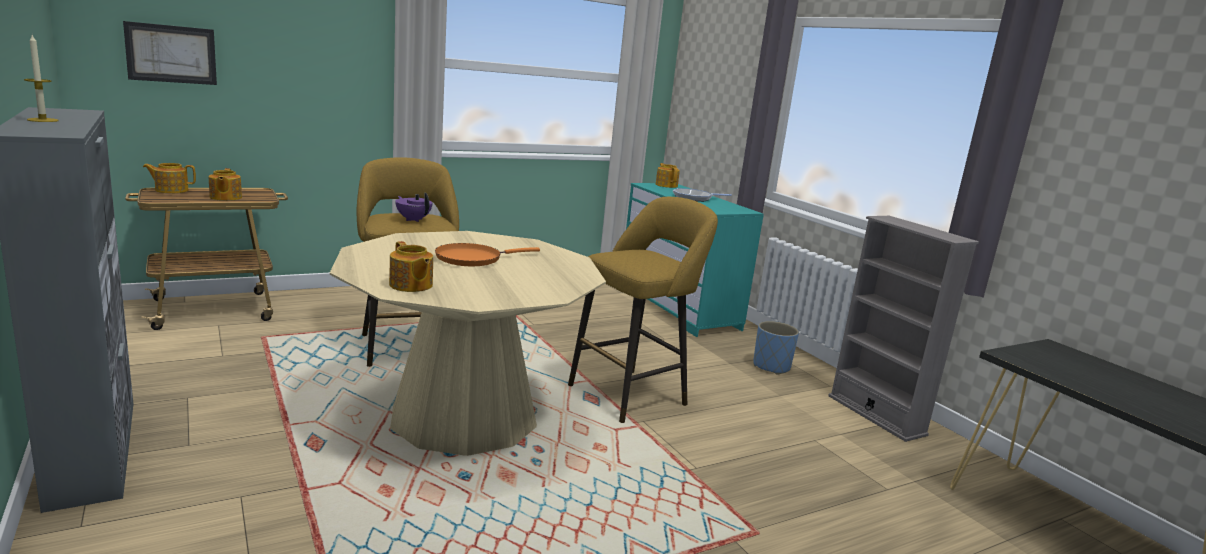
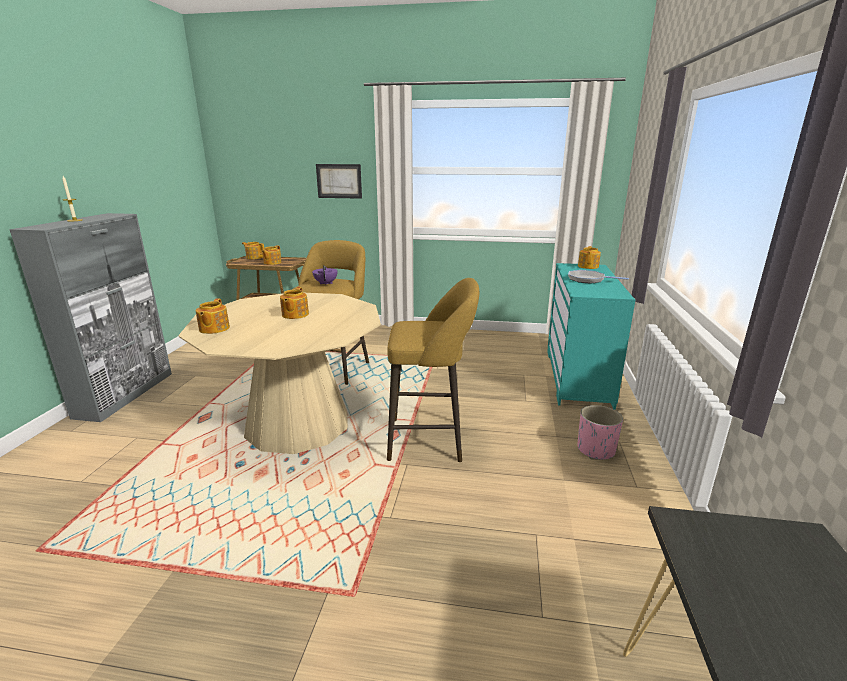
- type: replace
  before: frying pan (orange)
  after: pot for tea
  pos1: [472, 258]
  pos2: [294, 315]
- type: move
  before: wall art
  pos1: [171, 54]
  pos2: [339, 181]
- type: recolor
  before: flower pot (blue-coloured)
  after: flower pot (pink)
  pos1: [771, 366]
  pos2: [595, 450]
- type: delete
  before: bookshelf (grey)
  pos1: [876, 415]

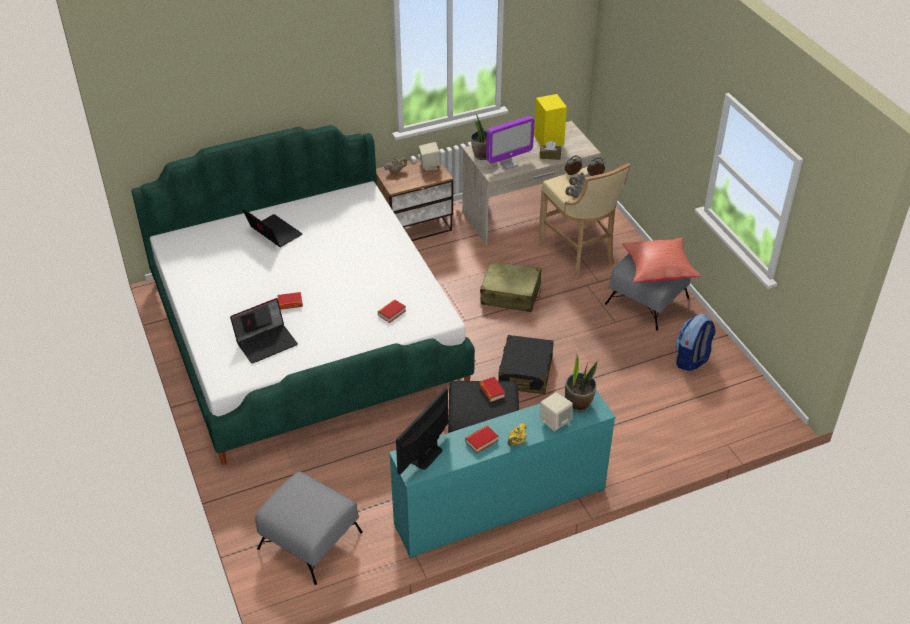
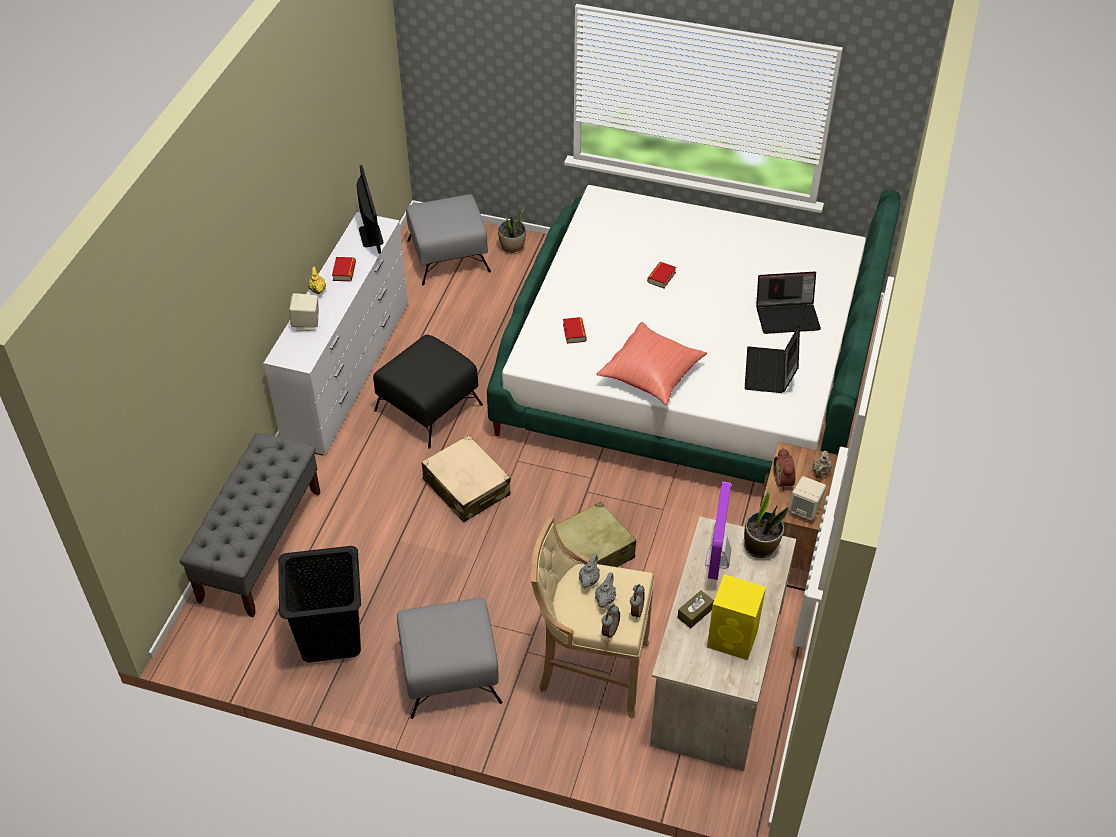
- type: insert
  after: indoor bench (grey)
  pos2: [260, 545]
- type: recolor
  before: dresser (blue-green)
  after: dresser (white)
  pos1: [500, 506]
  pos2: [348, 371]
- type: replace
  before: rucksack
  after: washing basket (black-coloured)
  pos1: [691, 359]
  pos2: [330, 636]
- type: recolor
  before: piece of luggage (black-coloured)
  after: piece of luggage (sand-coloured)
  pos1: [525, 373]
  pos2: [466, 487]
- type: move
  before: houseplant
  pos1: [578, 403]
  pos2: [512, 248]
- type: move
  before: cushion (red)
  pos1: [658, 269]
  pos2: [652, 375]
- type: move
  before: laptop
  pos1: [266, 342]
  pos2: [770, 372]
- type: insert
  after: bedside clock
  pos2: [784, 480]
- type: delete
  before: bound book
  pos1: [491, 391]

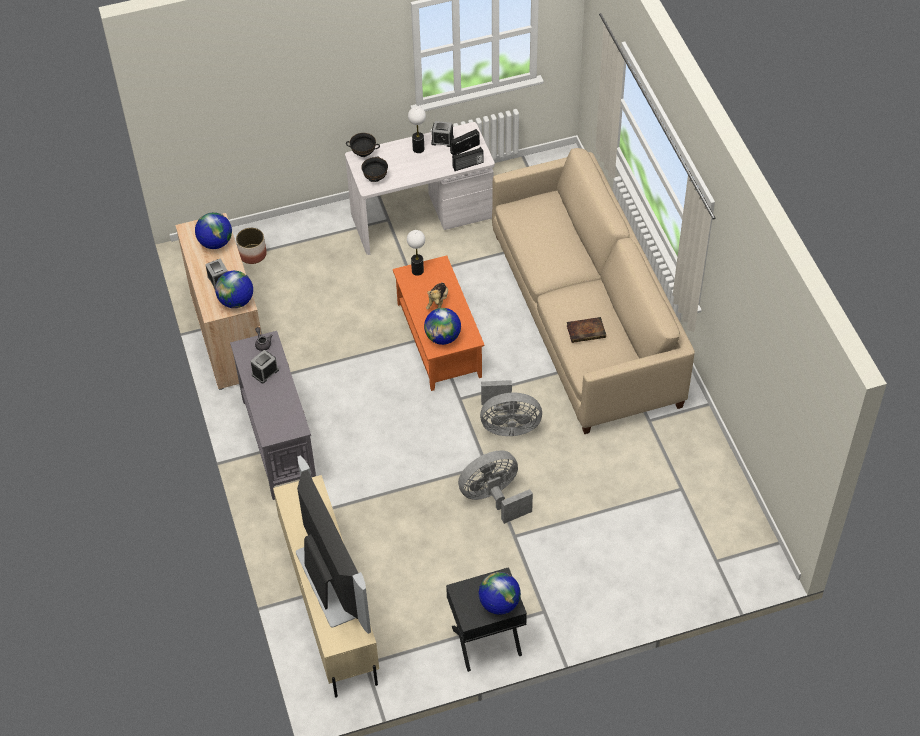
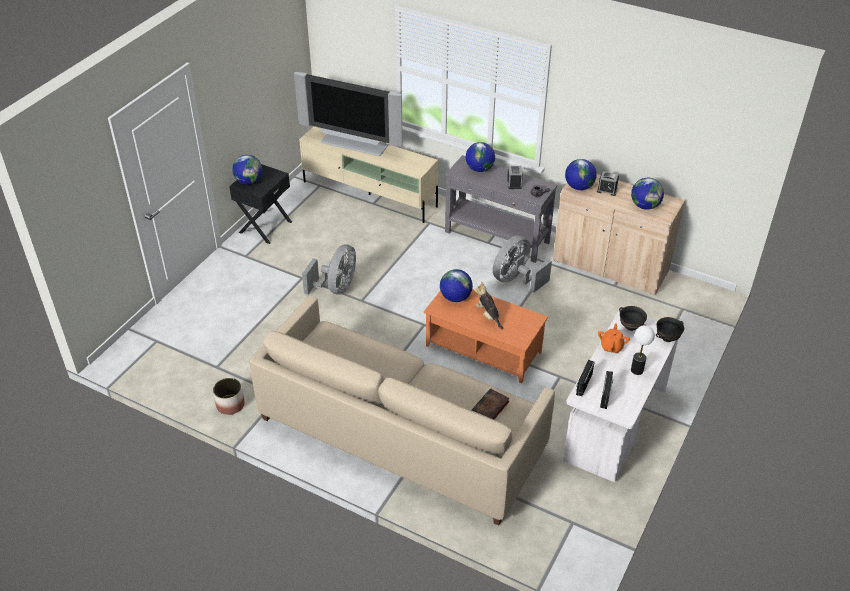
- type: move
  before: flower pot
  pos1: [253, 254]
  pos2: [230, 405]
- type: insert
  after: world globe
  pos2: [479, 169]
- type: move
  before: bound book
  pos1: [587, 331]
  pos2: [489, 408]
- type: move
  before: electric fan (grey)
  pos1: [508, 426]
  pos2: [516, 280]
- type: insert
  after: pot for tea (orange)
  pos2: [611, 347]
- type: delete
  before: lamp for a table
  pos1: [417, 271]
- type: delete
  before: bedside clock
  pos1: [442, 140]

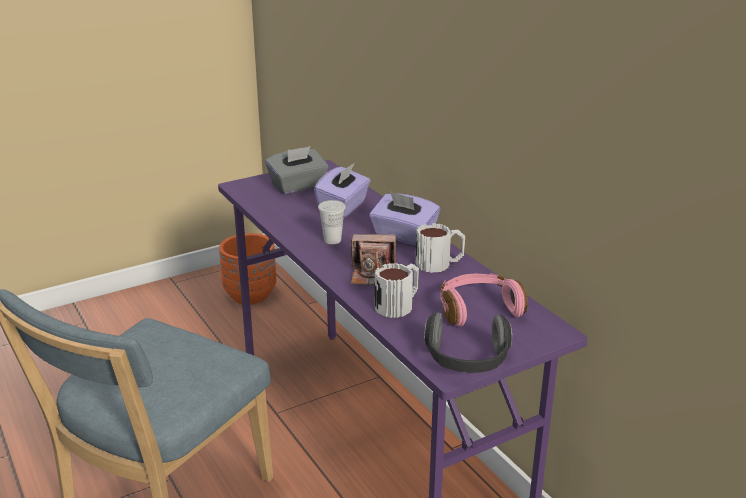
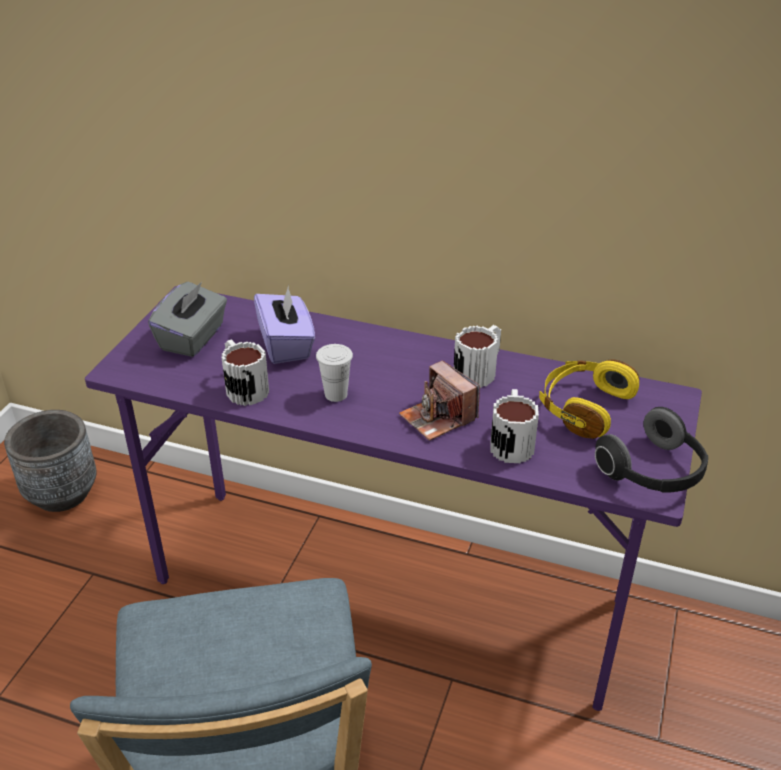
- type: recolor
  before: flower pot (orange)
  after: flower pot (grey)
  pos1: [250, 295]
  pos2: [62, 493]
- type: insert
  after: coffee mug
  pos2: [243, 387]
- type: rotate
  before: still camera
  pos1: [373, 275]
  pos2: [438, 418]
  turn: 90
- type: recolor
  before: pair of headphones (pink)
  after: pair of headphones (yellowish)
  pos1: [478, 309]
  pos2: [583, 407]
- type: delete
  before: tissue holder (purple-coloured)
  pos1: [403, 236]

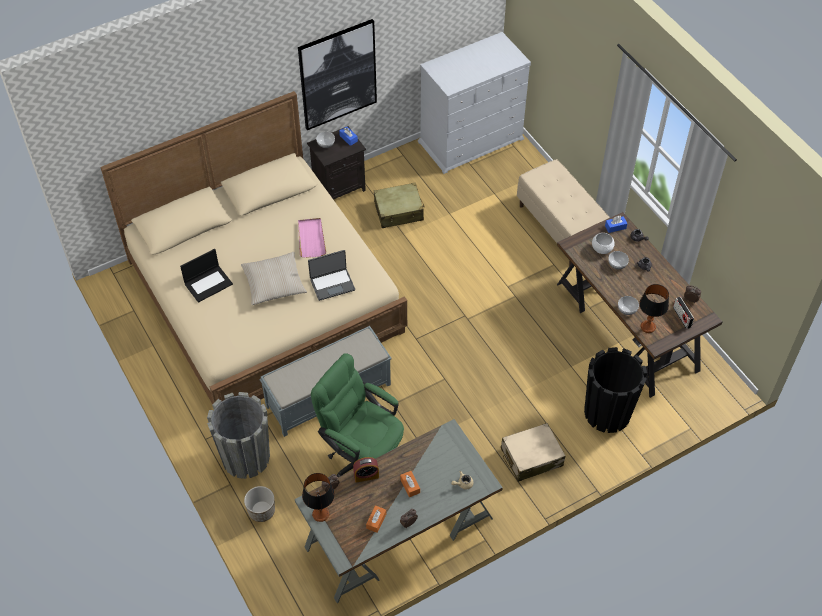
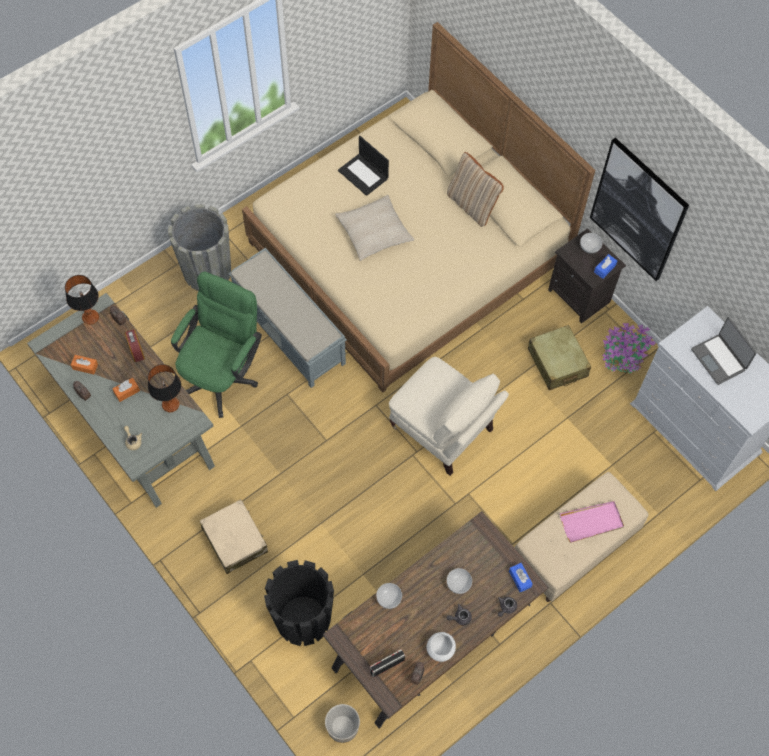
- type: move
  before: lamp for a table
  pos1: [648, 327]
  pos2: [170, 404]
- type: move
  before: flower pot
  pos1: [261, 511]
  pos2: [342, 727]
- type: insert
  after: armchair (sand-coloured)
  pos2: [443, 430]
- type: move
  before: deep dish (white)
  pos1: [601, 249]
  pos2: [440, 649]
- type: insert
  after: cushion (sand-coloured)
  pos2: [472, 205]
- type: move
  before: serving tray (pink)
  pos1: [311, 239]
  pos2: [591, 522]
- type: insert
  after: houseplant
  pos2: [623, 356]
- type: move
  before: laptop
  pos1: [332, 284]
  pos2: [719, 359]

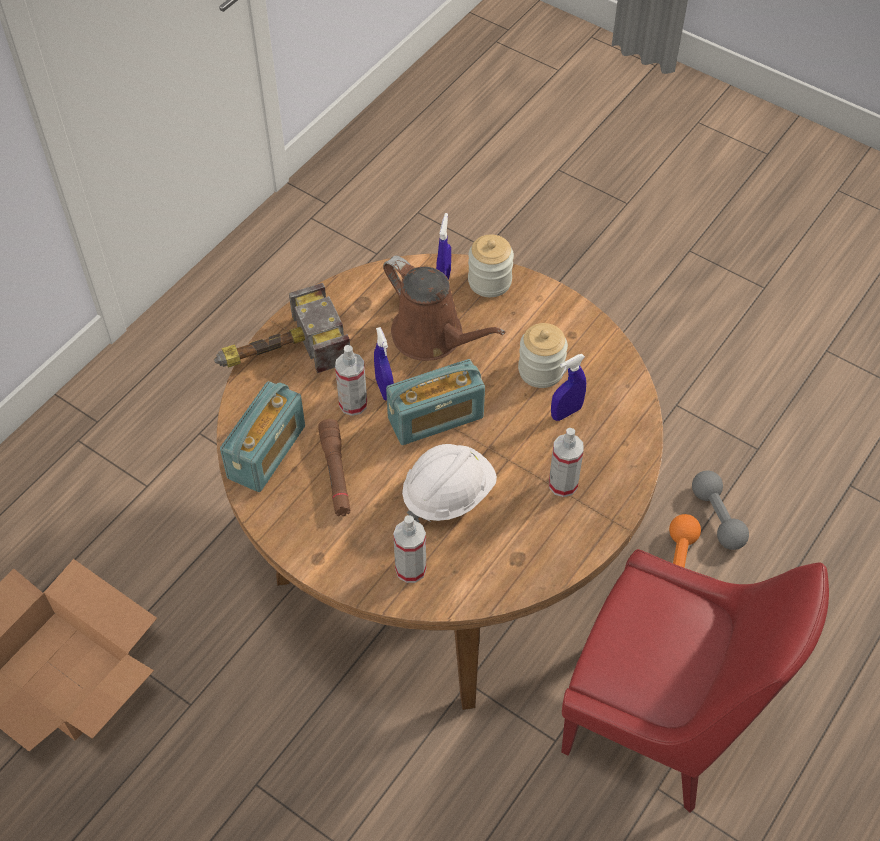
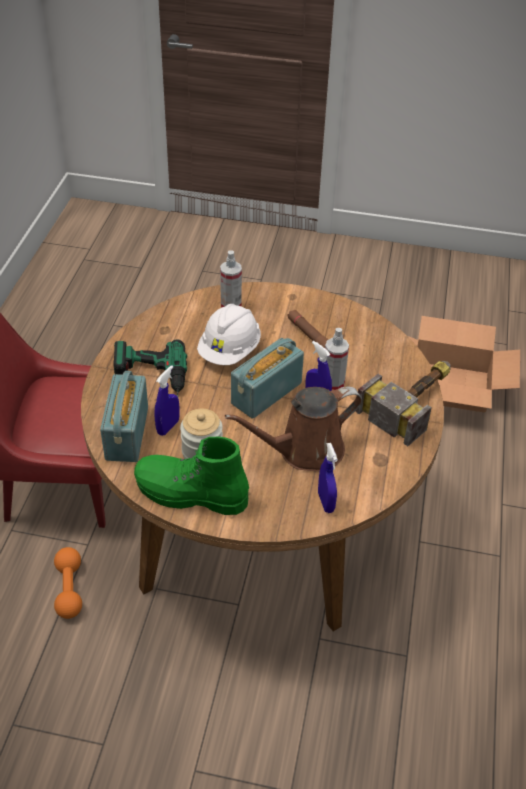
- type: move
  before: radio set
  pos1: [267, 452]
  pos2: [126, 433]
- type: replace
  before: spray bottle
  after: drill
  pos1: [563, 484]
  pos2: [151, 379]
- type: insert
  after: boot (green-coloured)
  pos2: [190, 494]
- type: rotate
  before: sprinkling can (brownish)
  pos1: [433, 337]
  pos2: [304, 450]
  turn: -45
- type: delete
  before: storage jar
  pos1: [489, 281]
- type: delete
  before: hand weight (grey)
  pos1: [717, 517]

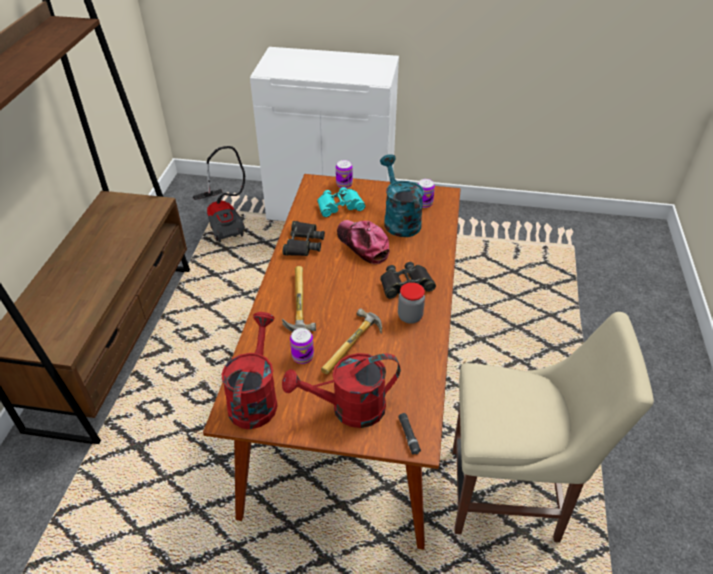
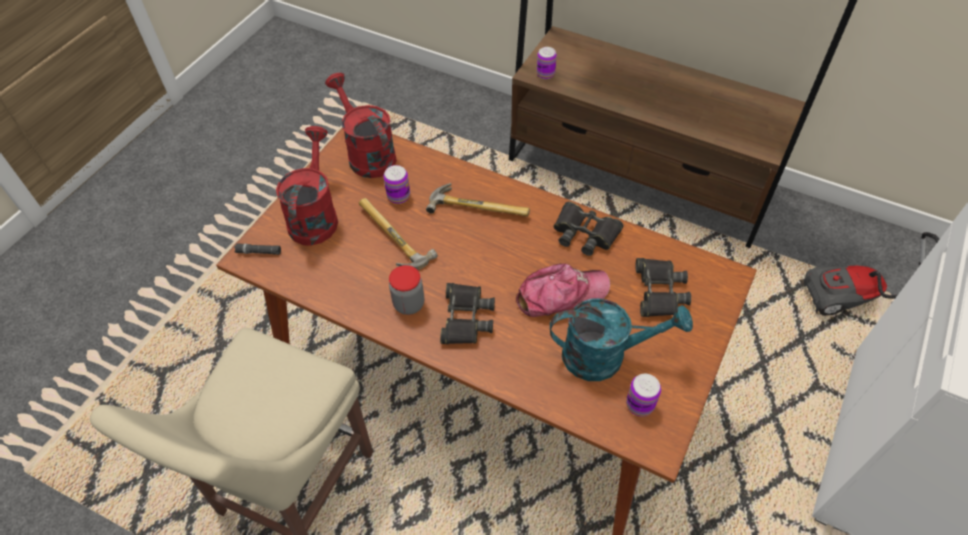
- type: rotate
  before: sprinkling can (red)
  pos1: [255, 398]
  pos2: [367, 154]
  turn: -150
- type: move
  before: sealed can
  pos1: [344, 184]
  pos2: [545, 73]
- type: recolor
  before: binoculars (blue-green)
  after: binoculars (black-coloured)
  pos1: [339, 206]
  pos2: [659, 291]

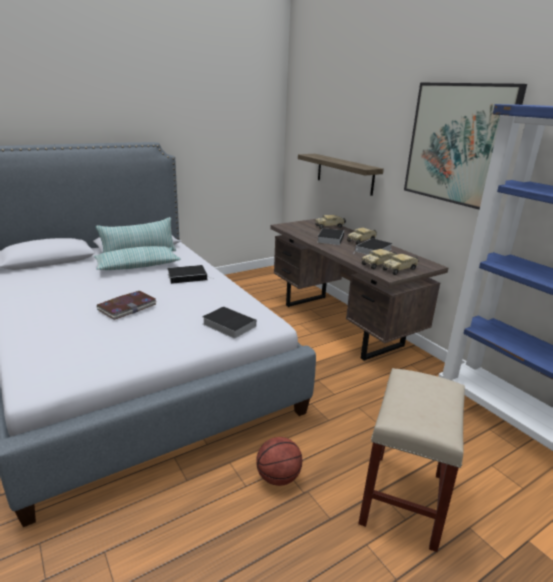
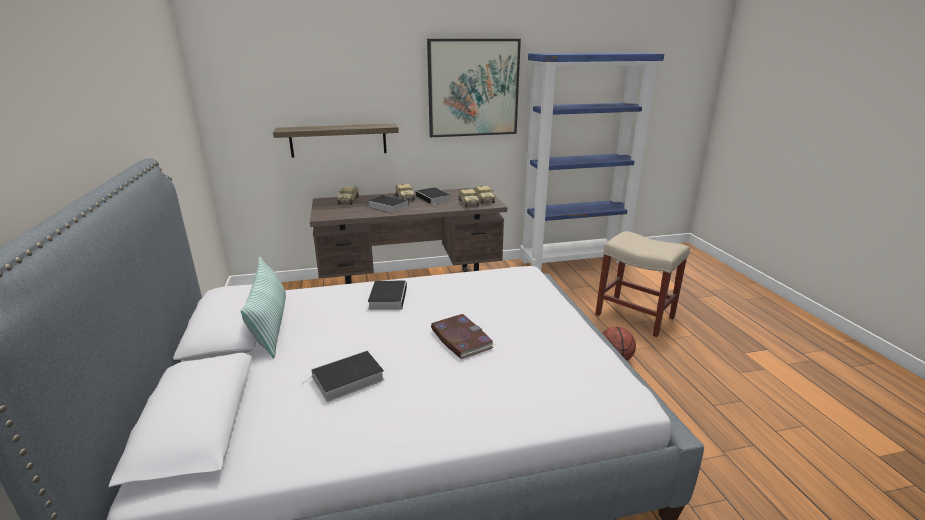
- type: move
  before: bound book
  pos1: [227, 325]
  pos2: [346, 380]
- type: delete
  before: cushion
  pos1: [137, 266]

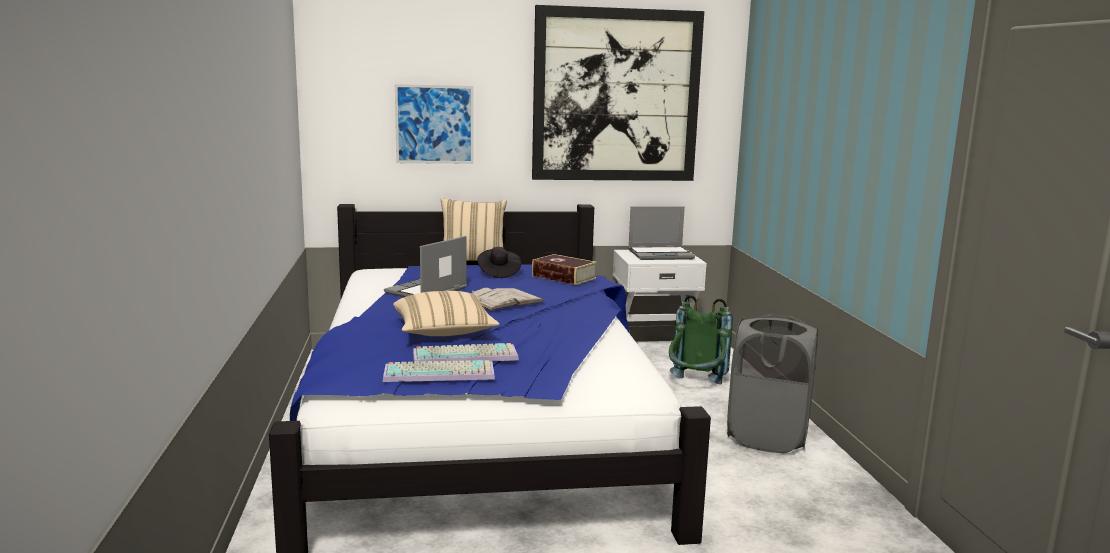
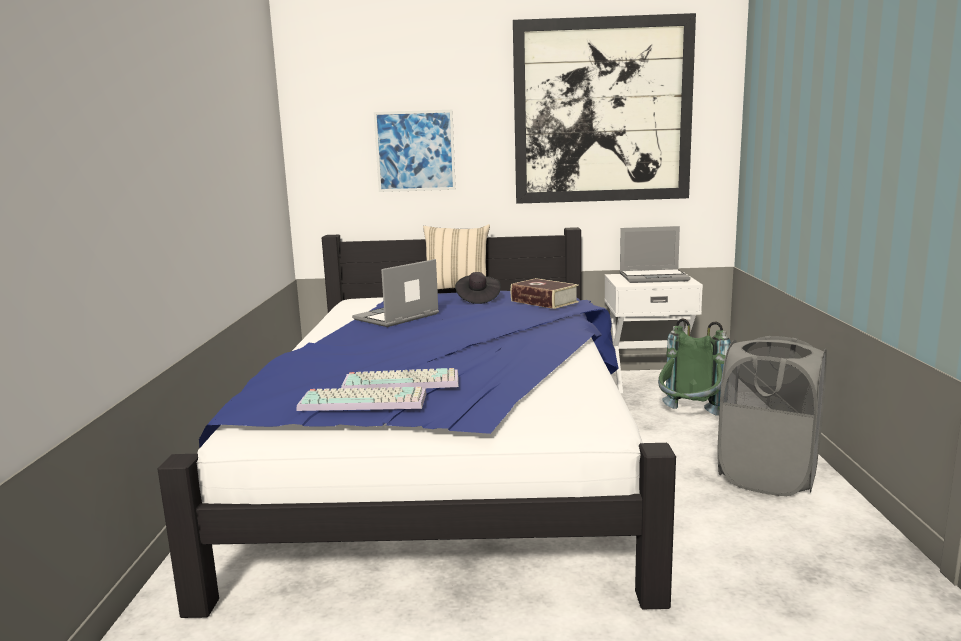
- type: delete
  before: cushion (sand-coloured)
  pos1: [444, 332]
- type: delete
  before: bound book (white)
  pos1: [503, 300]

